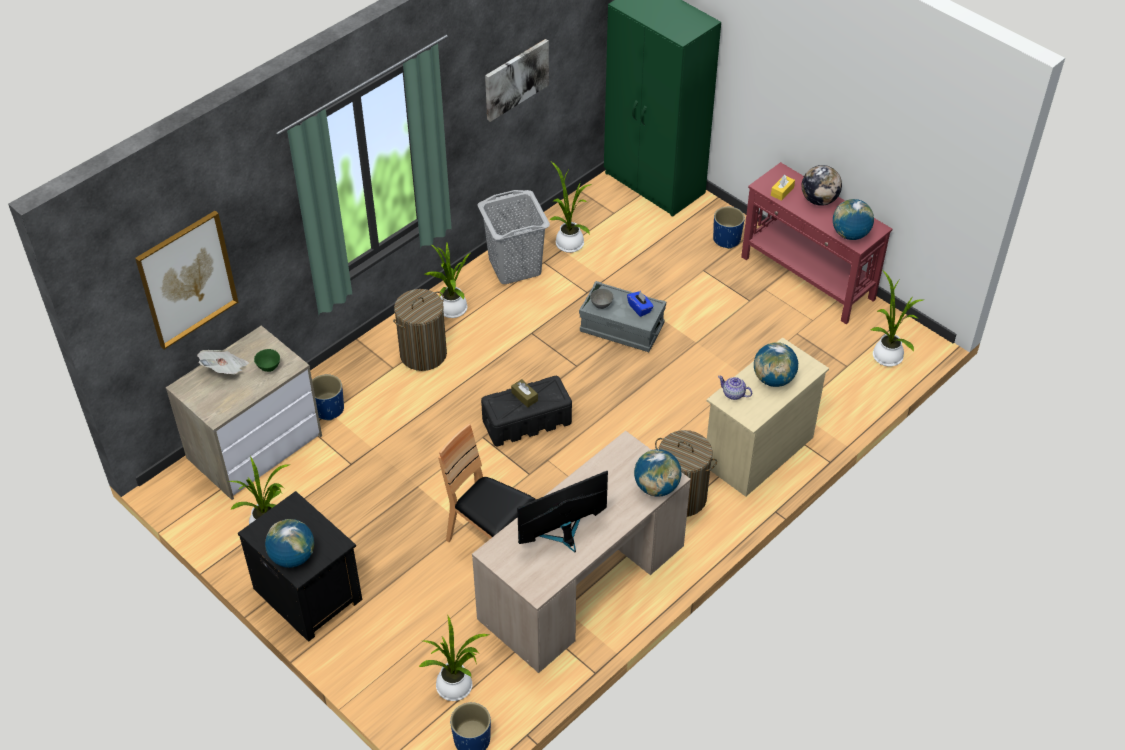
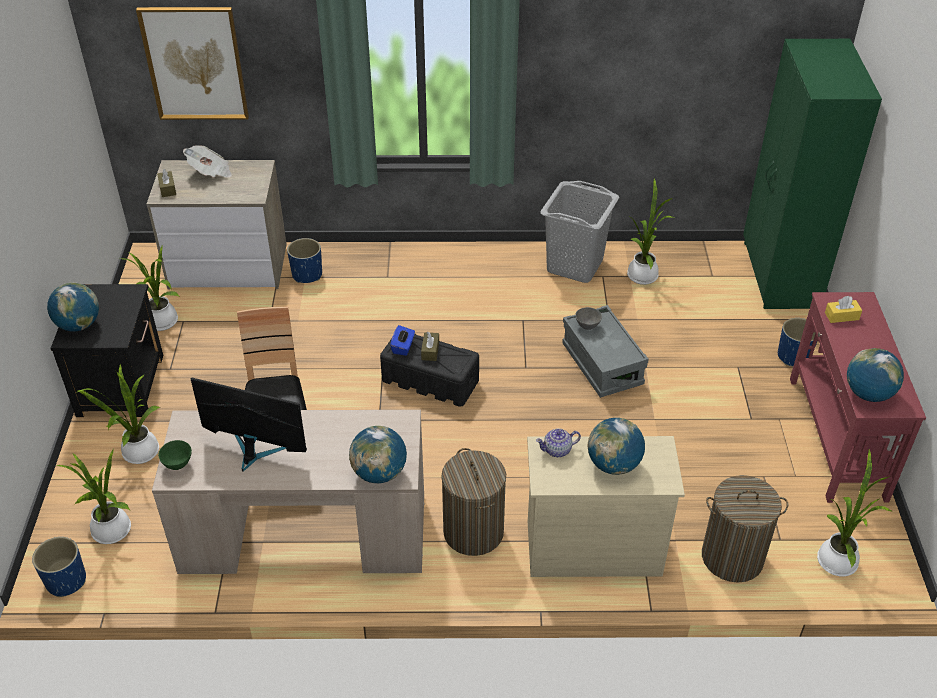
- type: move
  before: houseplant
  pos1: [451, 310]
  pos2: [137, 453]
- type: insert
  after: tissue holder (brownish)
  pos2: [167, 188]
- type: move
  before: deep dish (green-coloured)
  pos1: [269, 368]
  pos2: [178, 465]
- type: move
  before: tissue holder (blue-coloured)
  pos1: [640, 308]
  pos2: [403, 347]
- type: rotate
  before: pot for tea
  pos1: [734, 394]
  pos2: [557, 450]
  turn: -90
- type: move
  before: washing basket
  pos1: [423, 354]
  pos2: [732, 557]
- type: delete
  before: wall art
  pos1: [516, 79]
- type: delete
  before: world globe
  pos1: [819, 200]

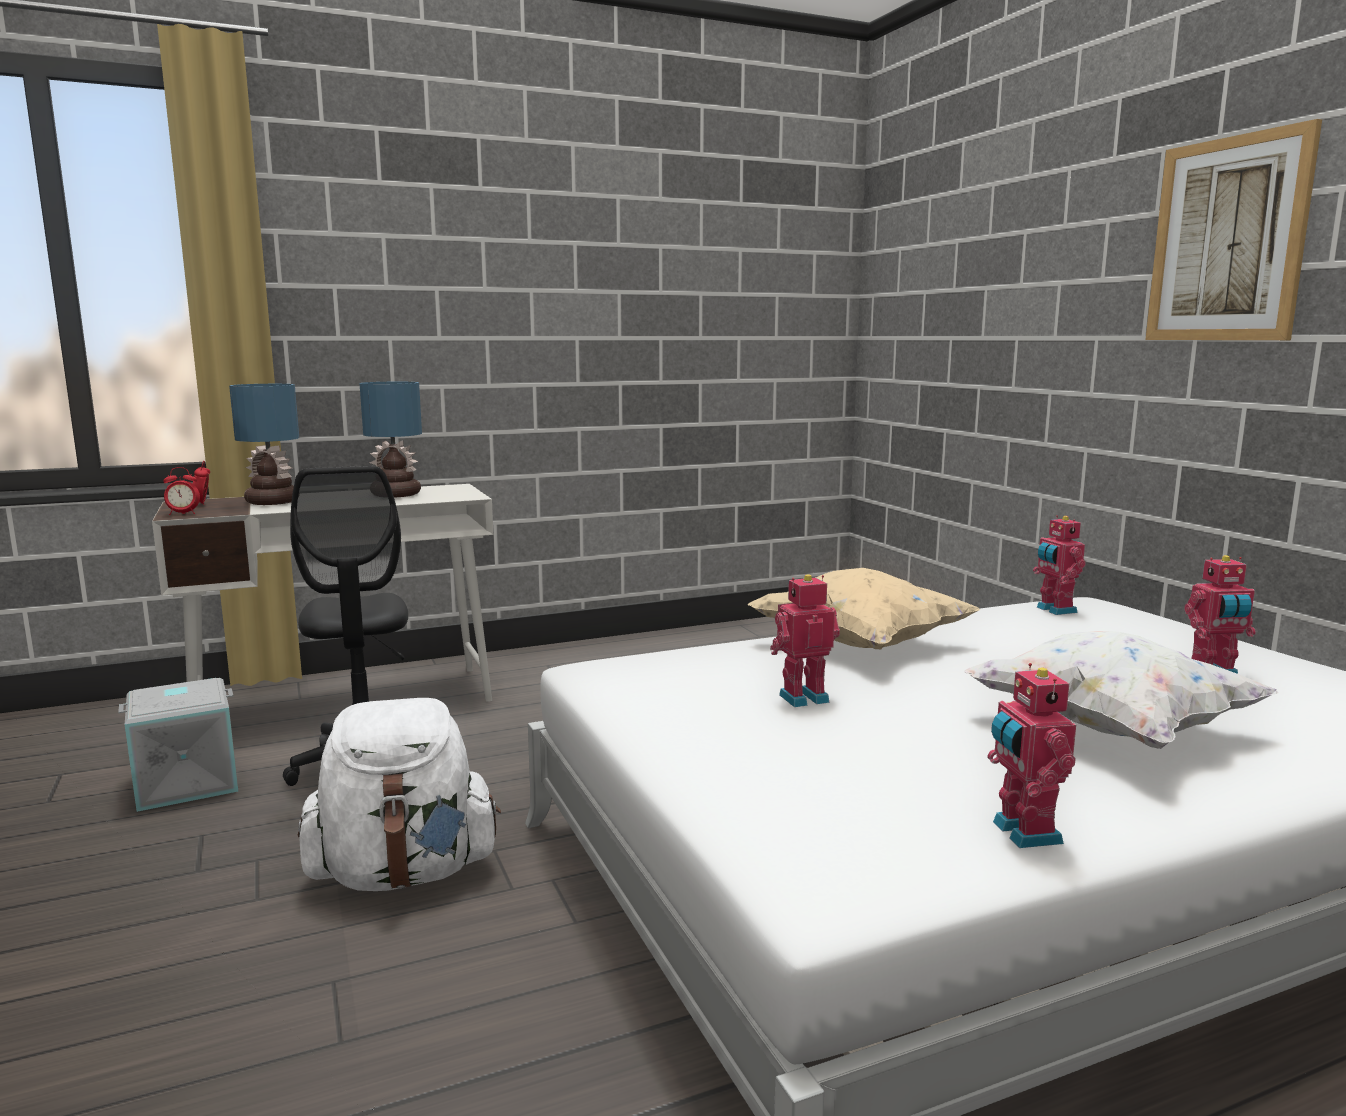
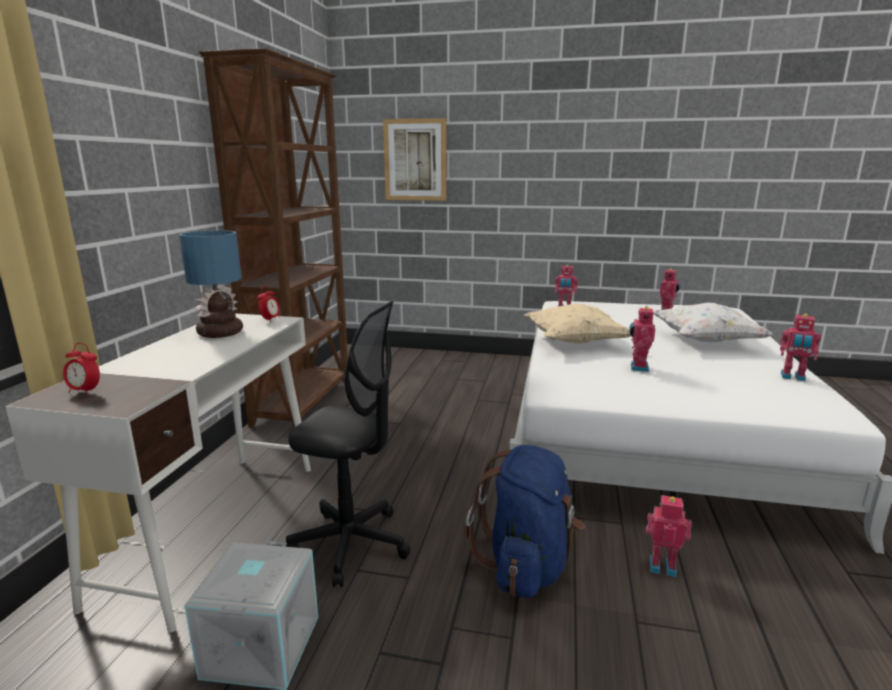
- type: insert
  after: bookshelf (brownish)
  pos2: [305, 403]
- type: move
  before: bedside clock
  pos1: [183, 514]
  pos2: [270, 320]
- type: move
  before: wall art
  pos1: [1227, 240]
  pos2: [415, 160]
- type: recolor
  before: rucksack (white)
  after: rucksack (blue-coloured)
  pos1: [404, 873]
  pos2: [526, 565]
- type: insert
  after: toy robot
  pos2: [662, 565]
- type: delete
  before: lamp for a table
  pos1: [275, 501]

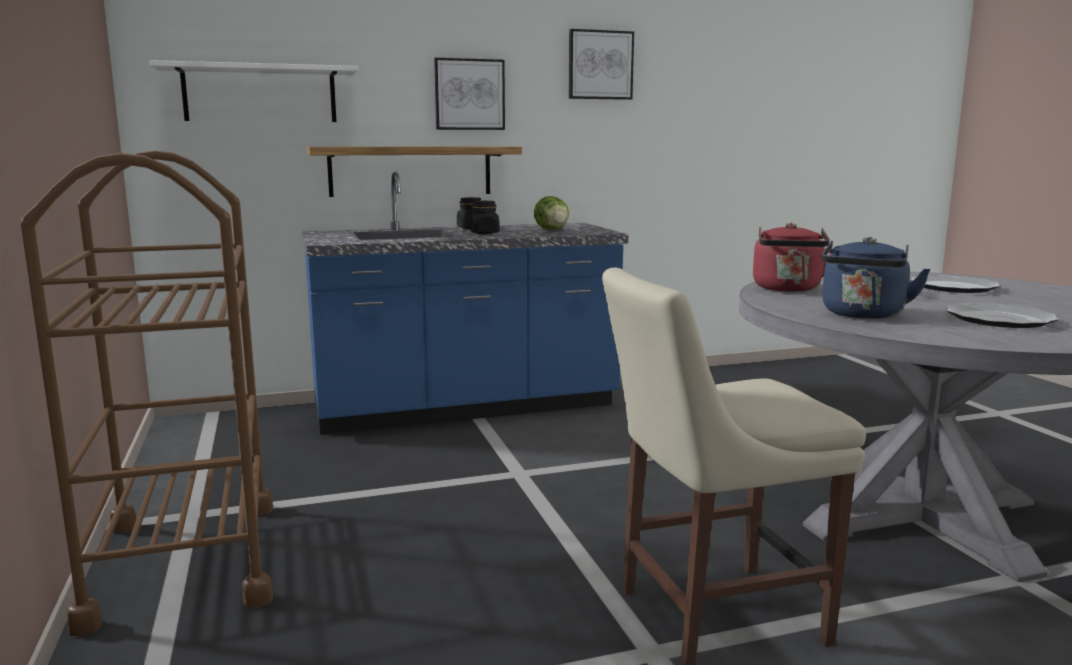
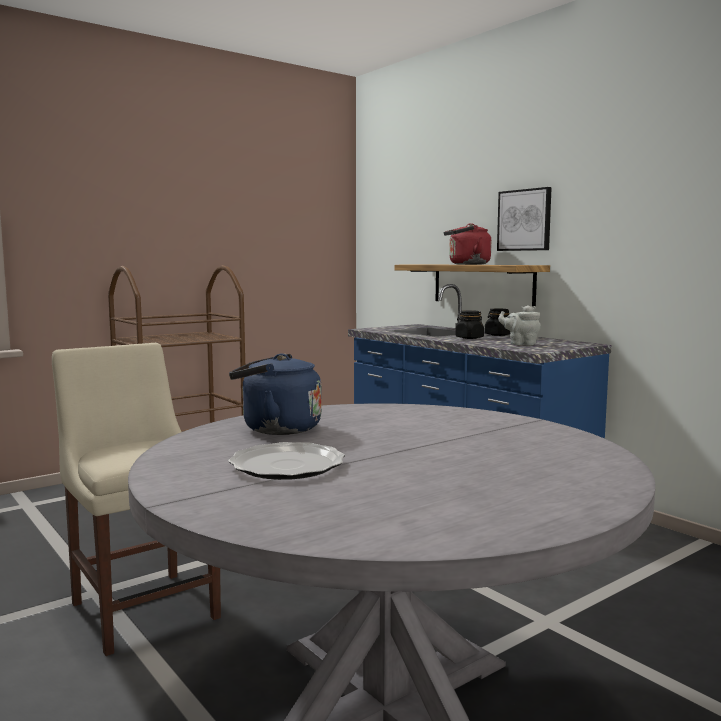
- type: move
  before: water kettle (red)
  pos1: [788, 289]
  pos2: [466, 264]
- type: replace
  before: lettuce
  after: pot for tea (grey)
  pos1: [553, 230]
  pos2: [520, 344]
- type: delete
  before: bracket shelf (white)
  pos1: [260, 95]
- type: delete
  before: wall art
  pos1: [600, 65]
- type: delete
  before: plate
  pos1: [952, 287]

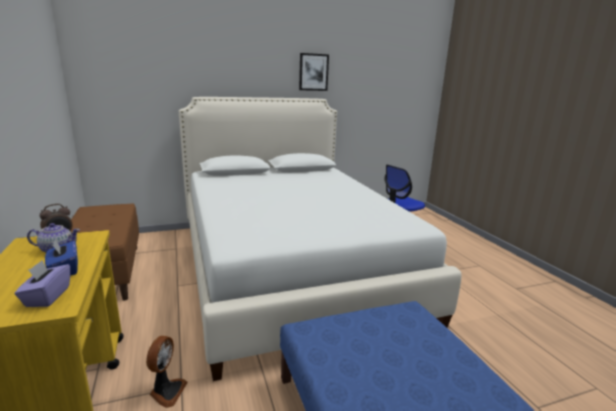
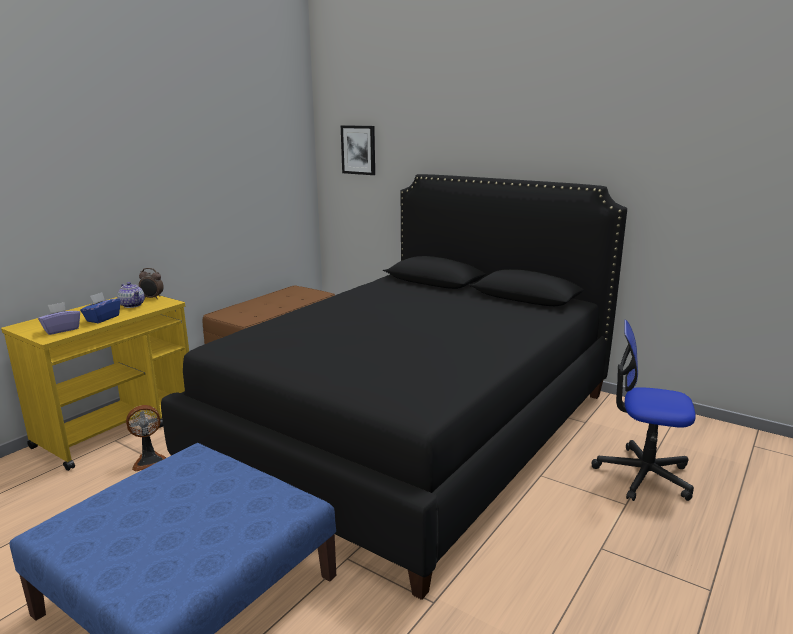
- type: recolor
  before: bedroom bed (white)
  after: bedroom bed (black-coloured)
  pos1: [291, 268]
  pos2: [414, 429]
- type: move
  before: wall art
  pos1: [313, 72]
  pos2: [358, 150]

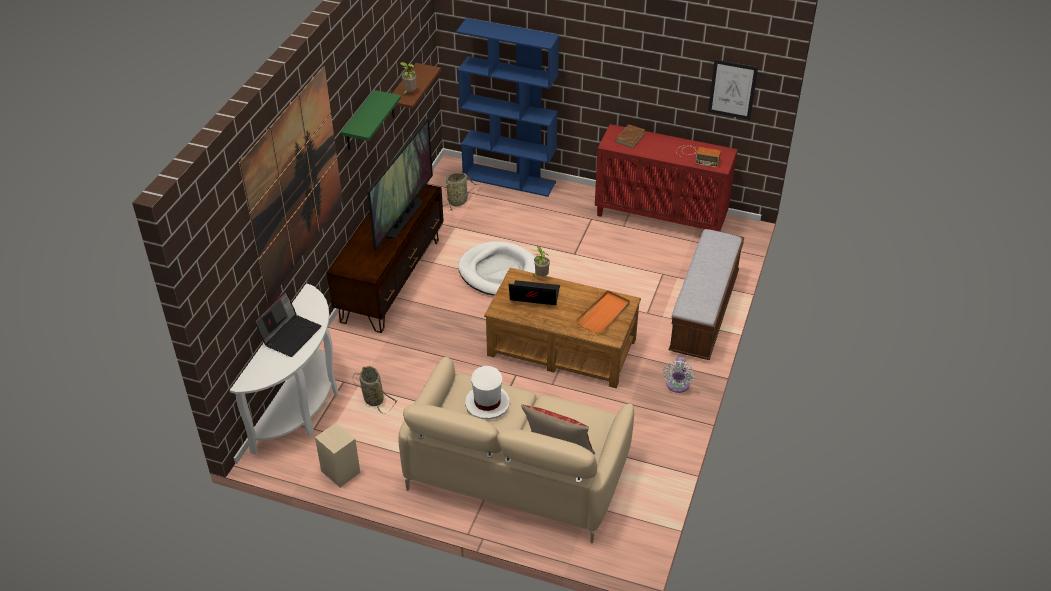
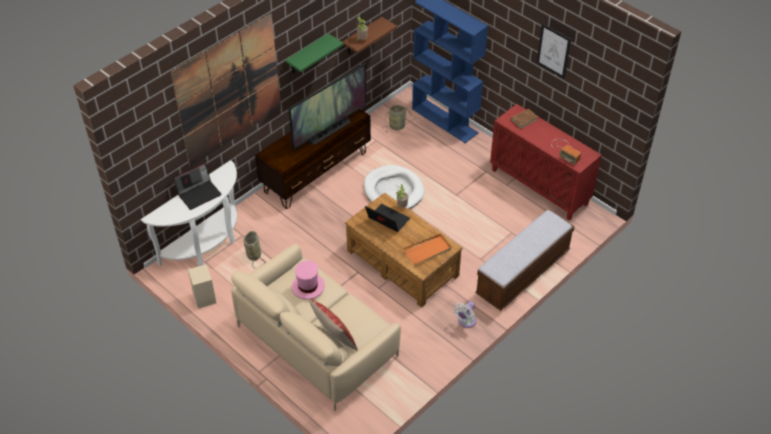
- type: recolor
  before: hat (white)
  after: hat (pink)
  pos1: [487, 403]
  pos2: [308, 287]
- type: move
  before: wall art
  pos1: [732, 89]
  pos2: [553, 51]

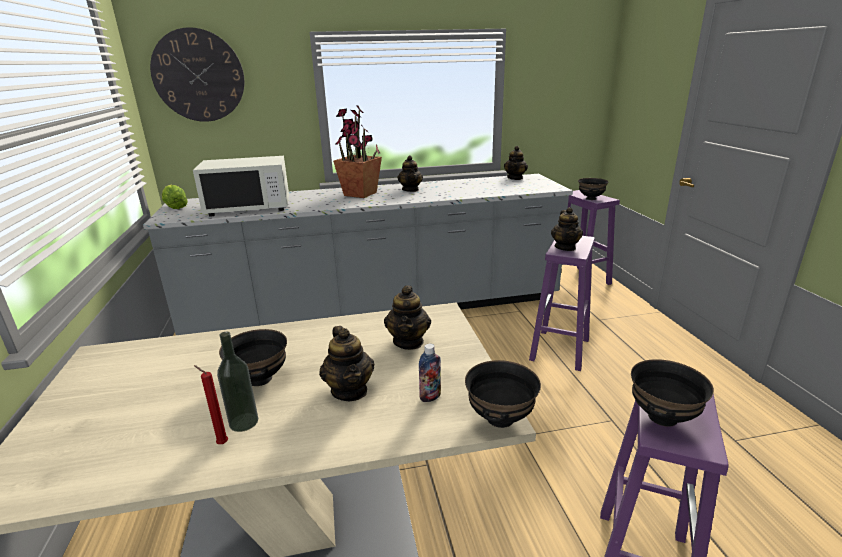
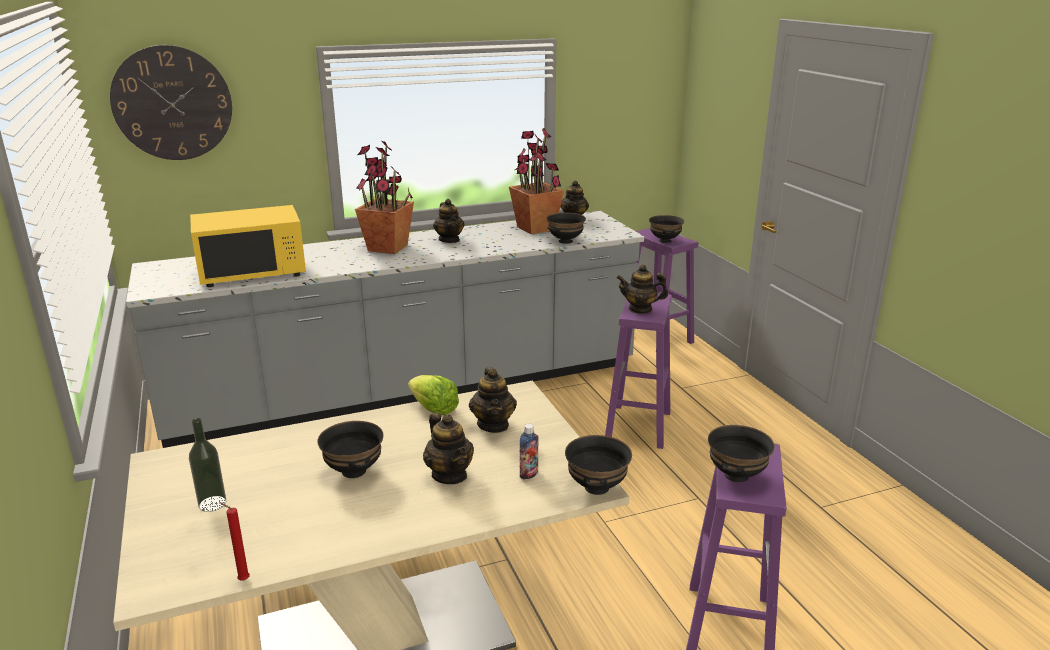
- type: move
  before: beverage bottle
  pos1: [244, 422]
  pos2: [212, 503]
- type: recolor
  before: microwave (white)
  after: microwave (yellowish)
  pos1: [249, 207]
  pos2: [253, 272]
- type: move
  before: wax candle (red)
  pos1: [221, 443]
  pos2: [242, 580]
- type: move
  before: lettuce
  pos1: [175, 207]
  pos2: [433, 409]
- type: insert
  after: houseplant
  pos2: [535, 228]
- type: insert
  after: deep dish (black-coloured)
  pos2: [565, 241]
- type: rotate
  before: pot for tea
  pos1: [565, 247]
  pos2: [640, 309]
  turn: 105

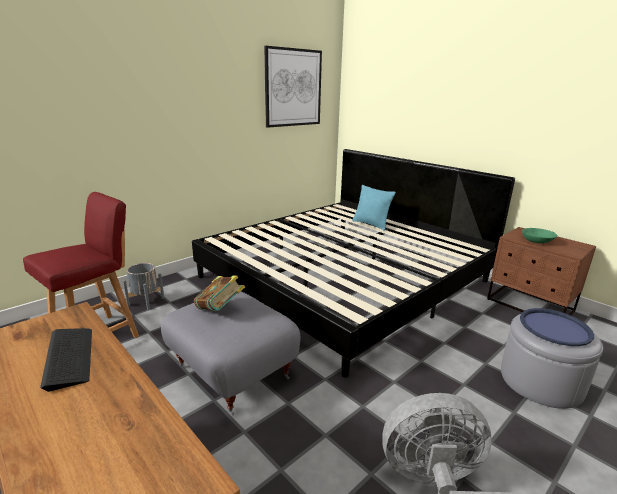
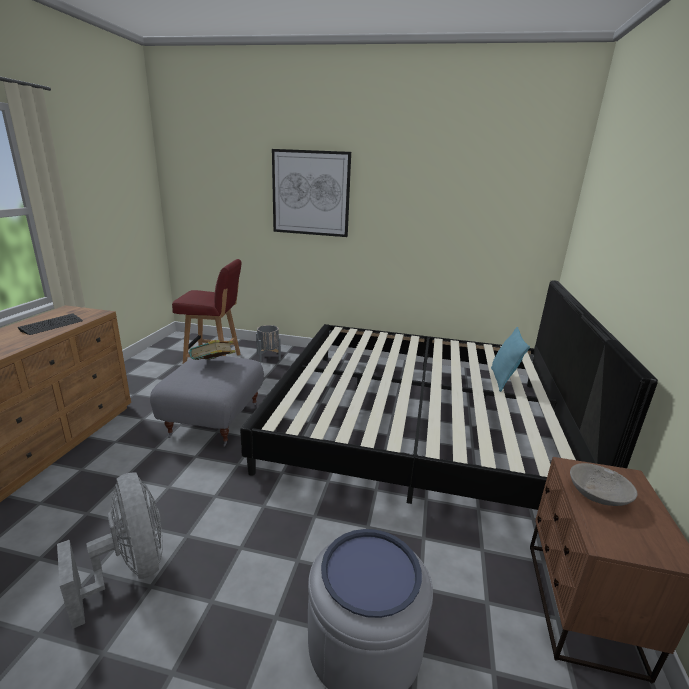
- type: move
  before: wall art
  pos1: [293, 88]
  pos2: [310, 193]
- type: recolor
  before: deep dish (green-coloured)
  after: deep dish (grey)
  pos1: [537, 241]
  pos2: [597, 495]

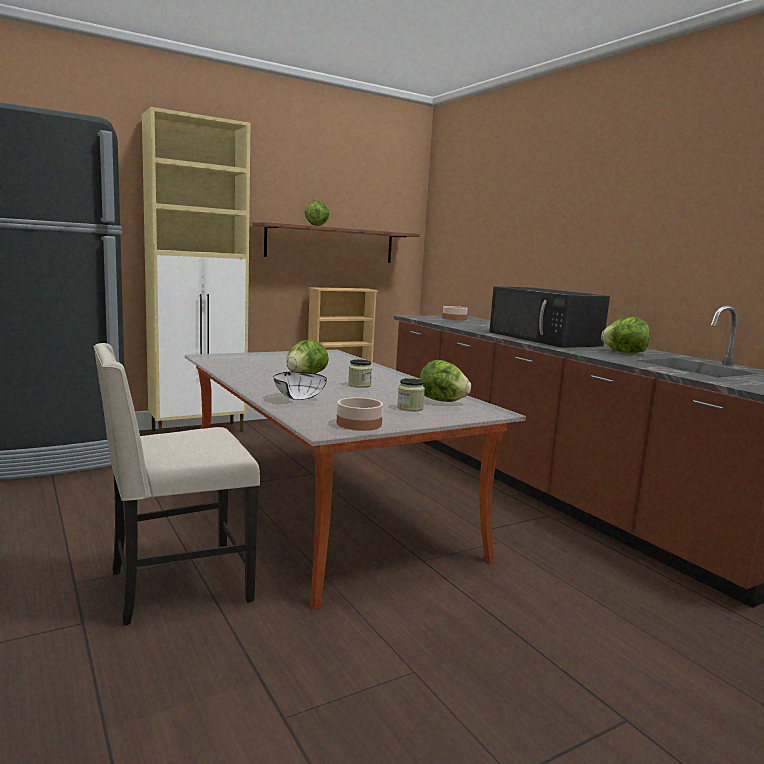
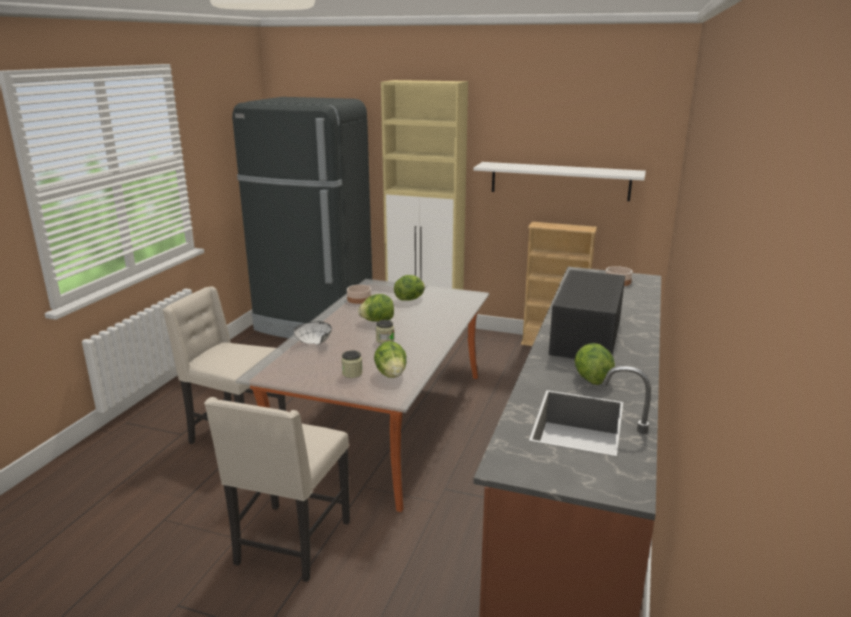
- type: insert
  after: plain chair (sand-coloured)
  pos2: [291, 544]
- type: move
  before: deep dish
  pos1: [360, 424]
  pos2: [359, 299]
- type: move
  before: lettuce
  pos1: [316, 226]
  pos2: [410, 299]
- type: recolor
  before: bracket shelf (brownish)
  after: bracket shelf (white)
  pos1: [331, 244]
  pos2: [559, 181]

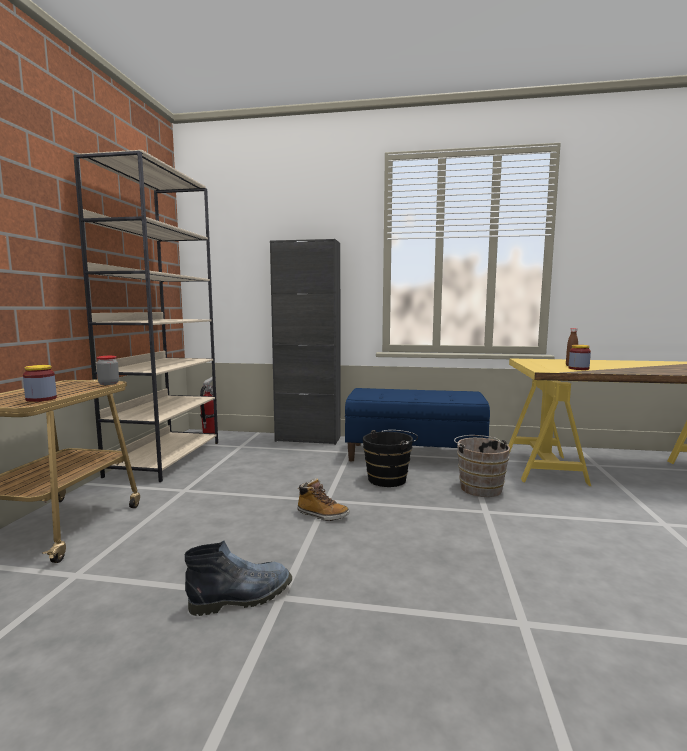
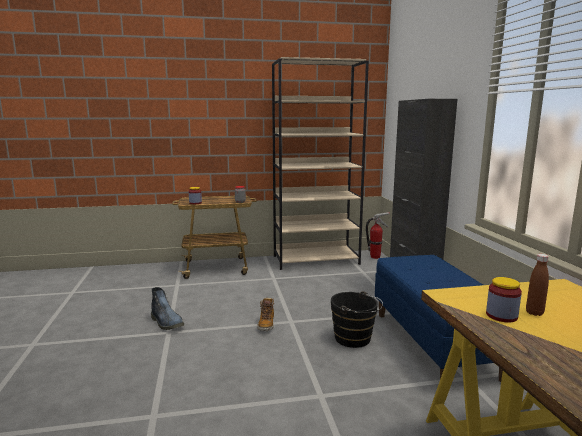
- type: delete
  before: pail (brownish)
  pos1: [479, 487]

